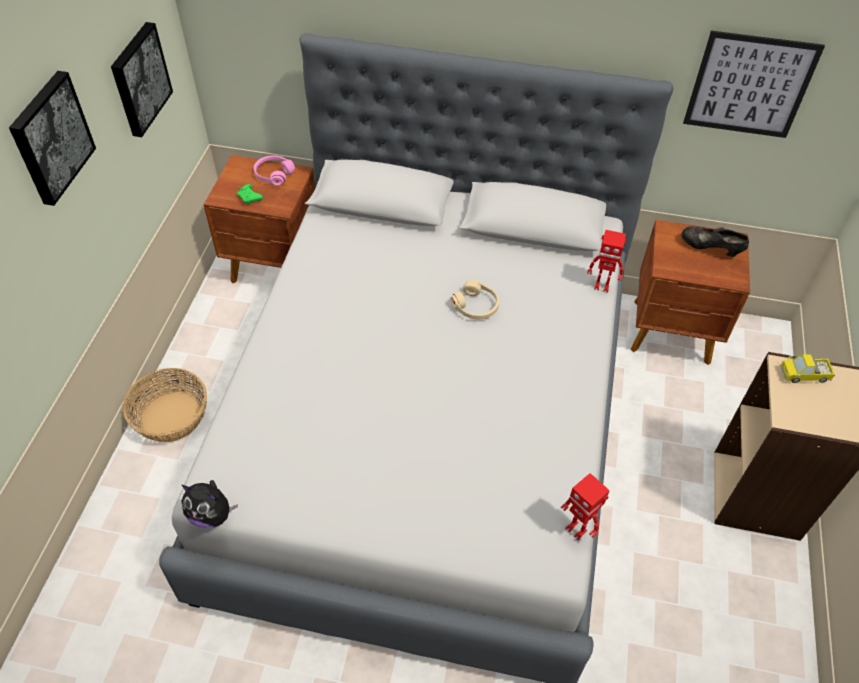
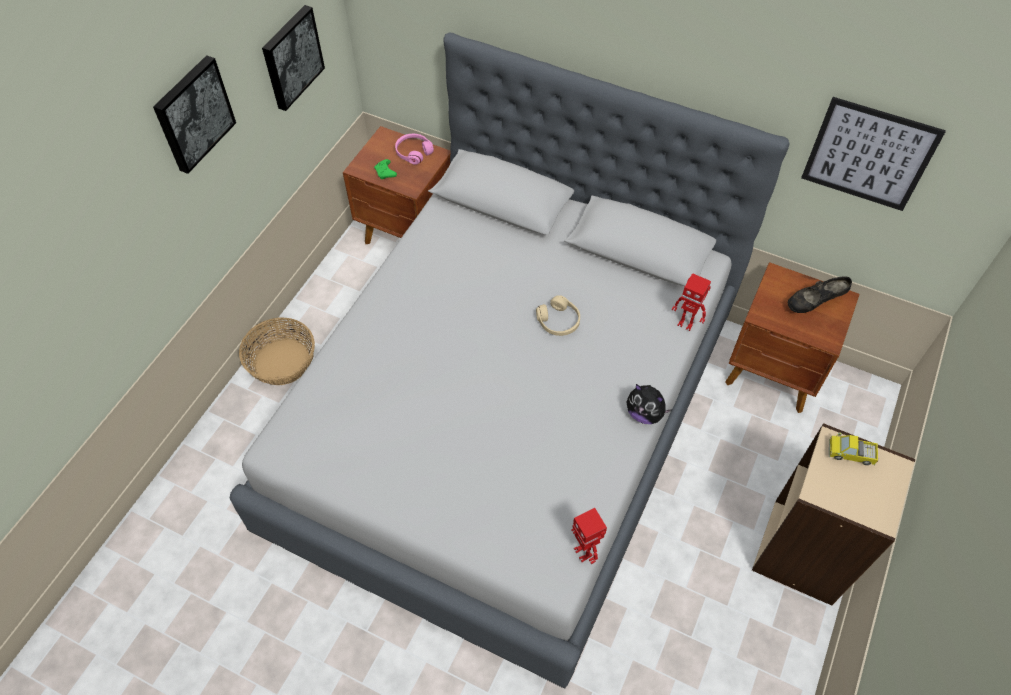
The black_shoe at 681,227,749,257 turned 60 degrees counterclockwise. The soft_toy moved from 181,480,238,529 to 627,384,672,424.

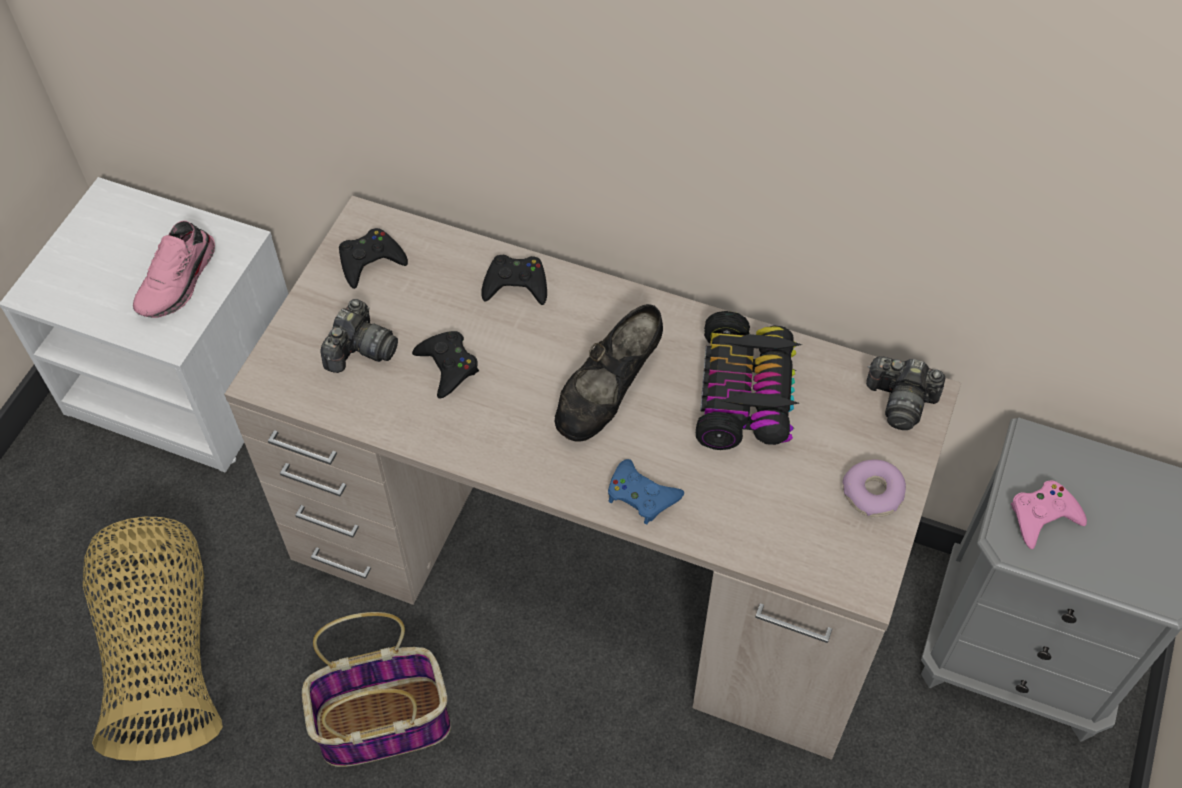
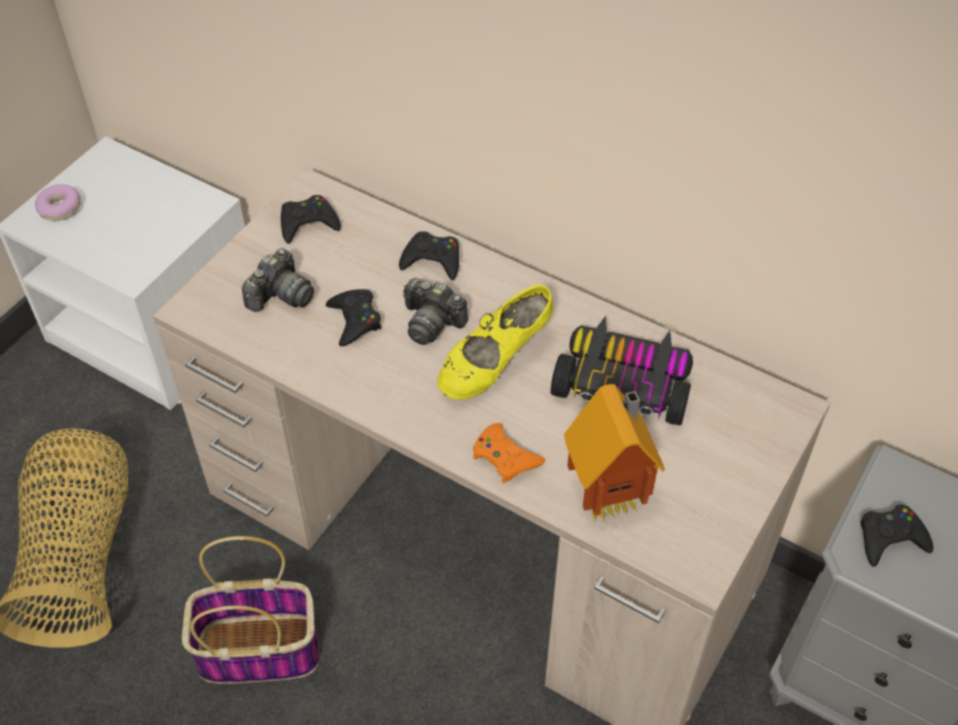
The pink_shoe at 133,221,215,318 disappeared. The black_shoe at 554,304,663,442 became the yellowish_shoe at 437,285,553,400. The model_car at 696,311,802,450 turned 90 degrees counterclockwise. The photo_camera moved from 866,356,945,430 to 403,278,468,345. The bluish_game_controller at 608,459,684,524 became the orangey_game_controller at 473,423,545,483. The doughnut moved from 843,460,906,517 to 35,184,81,221. The pink_game_controller at 1011,481,1087,549 became the black_game_controller at 861,505,934,567. The model_house at 564,384,665,521 appeared.

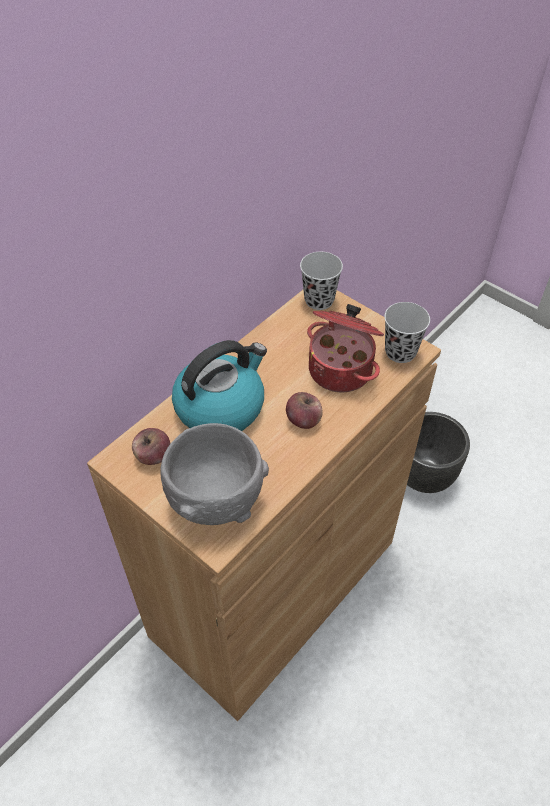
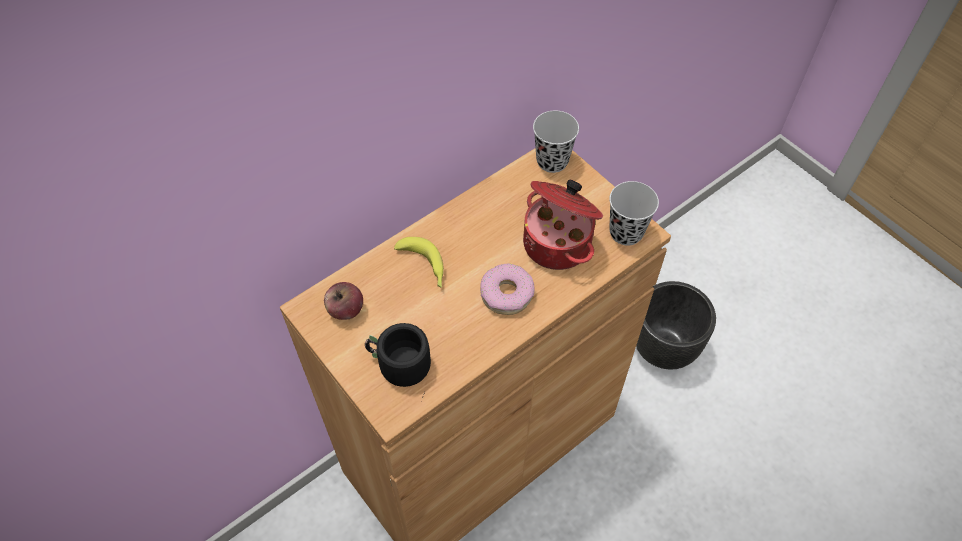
The water_kettle at 172,340,267,431 was replaced by the banana at 394,237,444,288. The whole_apple at 286,392,323,429 was replaced by the doughnut at 480,264,535,315. The gray_deep_dish at 160,423,269,525 was replaced by the black_coffee_mug at 365,323,431,401.

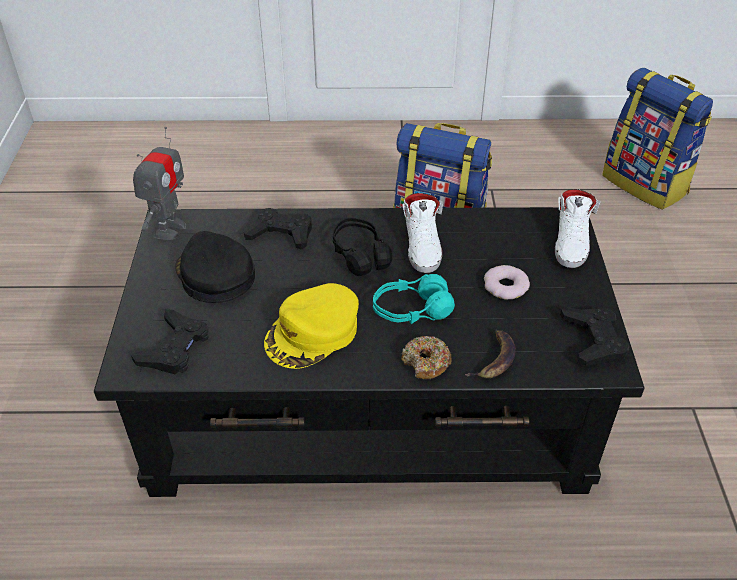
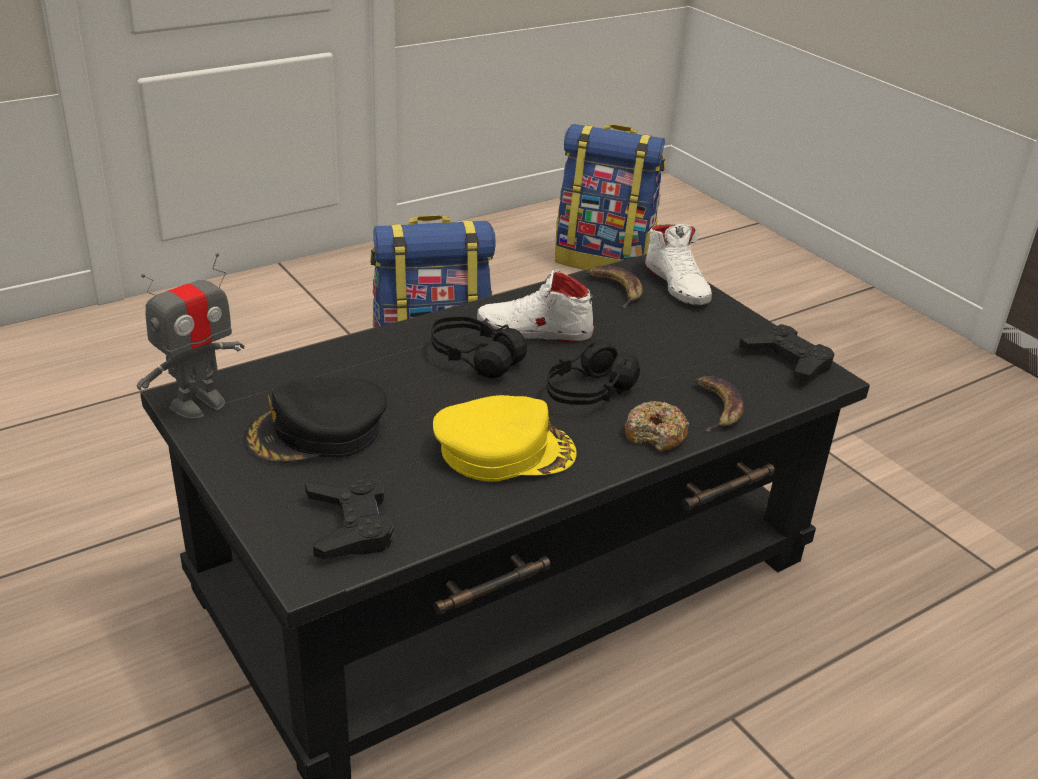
The toy_robot at 133,127,186,240 turned 60 degrees clockwise. The whitish_shoe at 403,193,443,273 turned 135 degrees clockwise. The black_game_controller at 244,208,312,250 disappeared. The black_peaked_cap at 175,231,255,303 turned 45 degrees counterclockwise. The doughnut at 484,265,530,300 disappeared. The blue-green_headset at 373,274,455,324 became the black_headset at 547,341,640,405. The yellowish_peaked_cap at 264,283,359,369 turned 105 degrees counterclockwise. The banana at 586,265,643,308 appeared.

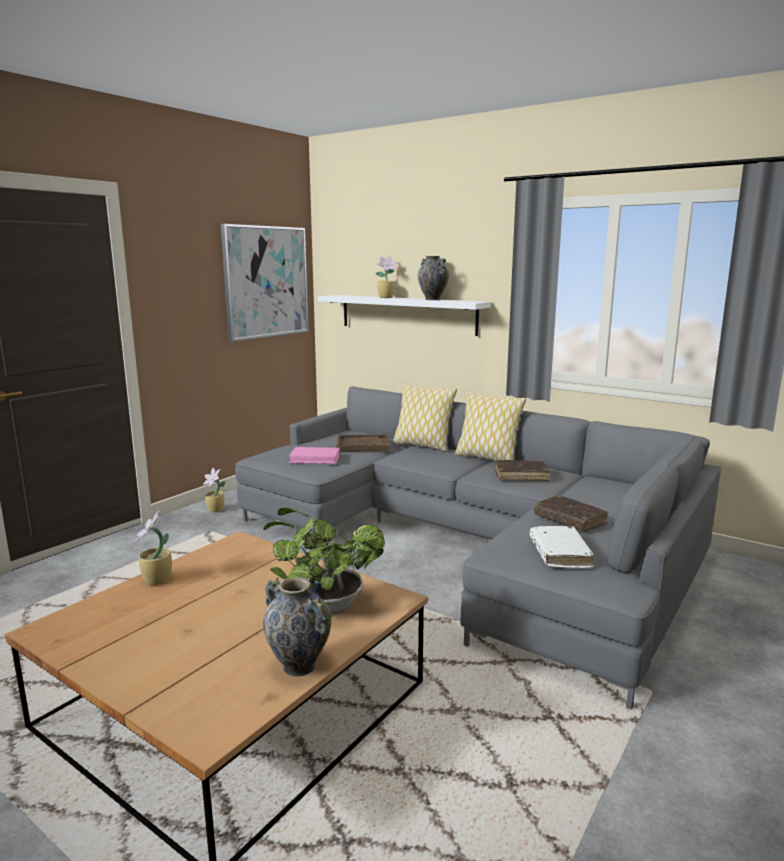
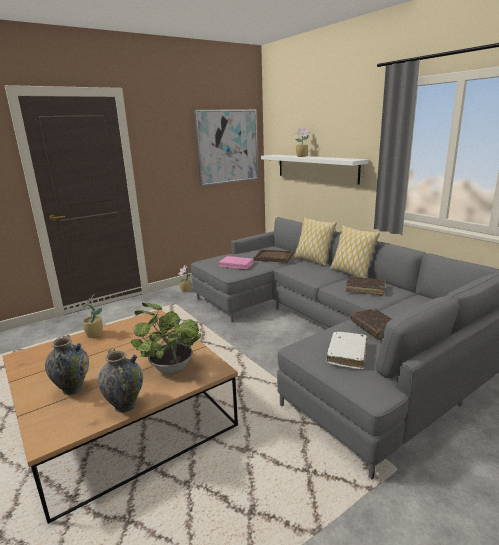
The flower_vase moved from 418,256,449,300 to 45,335,89,395.

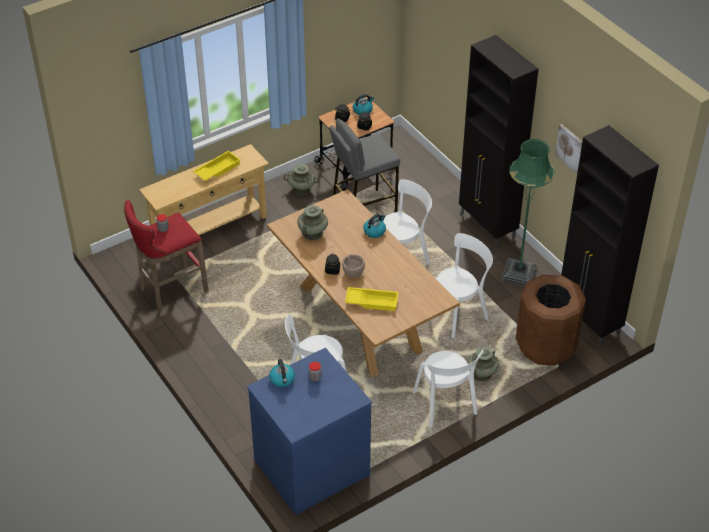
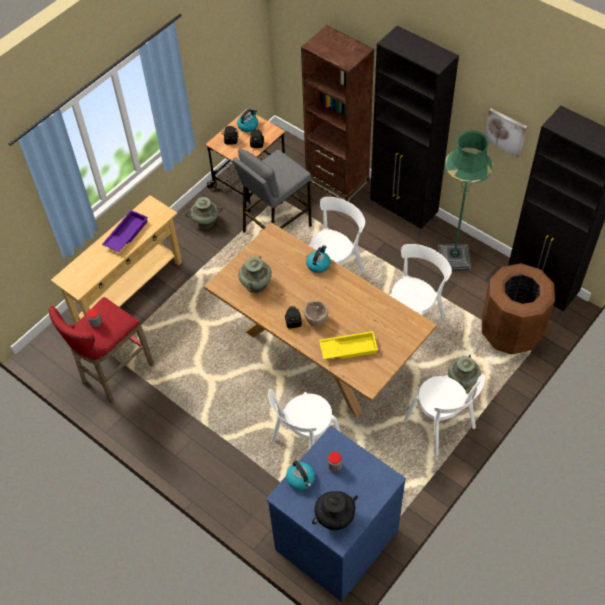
The yellowish_tray at 193,151,241,181 became the purplish_tray at 102,210,148,252. The brown_bookshelf at 301,25,374,202 appeared. The black_flower_vase at 312,491,358,530 appeared.

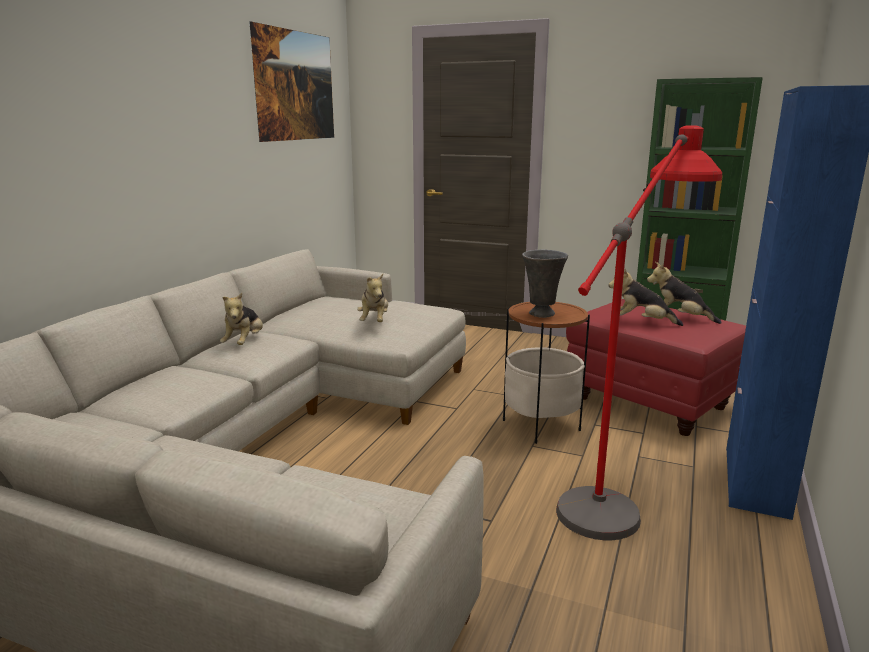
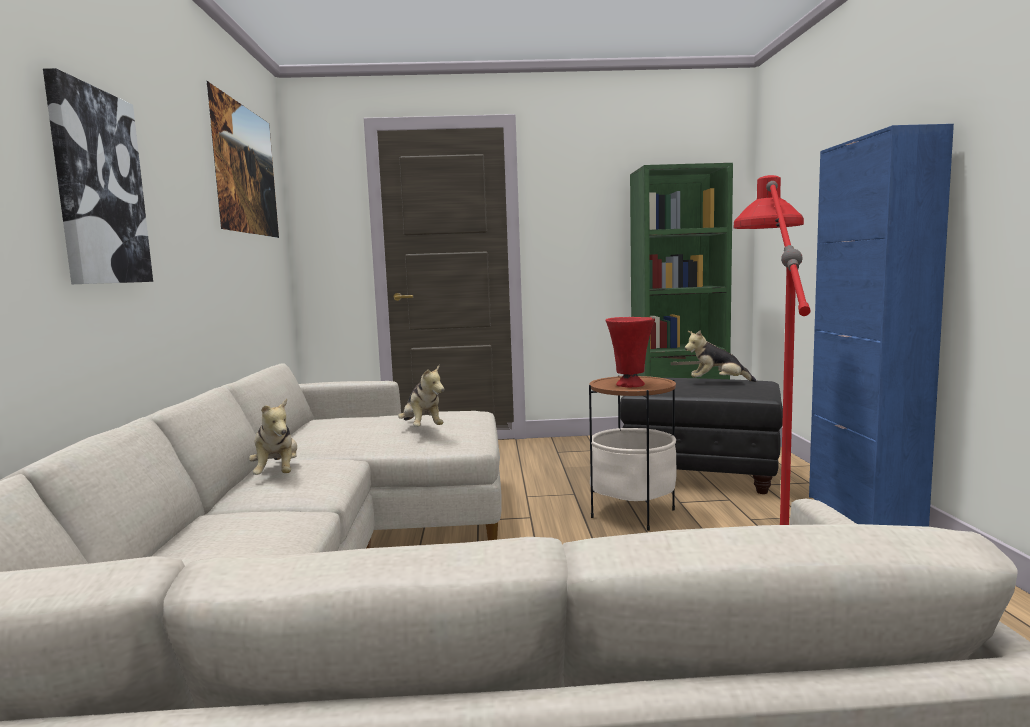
The gray_flower_vase at 522,250,568,318 became the reddish_flower_vase at 606,317,655,387. The soft_toy at 608,267,683,326 disappeared. The reddish_pouffe at 566,299,746,436 became the black_pouffe at 620,378,783,494. The picture at 43,68,153,284 appeared.

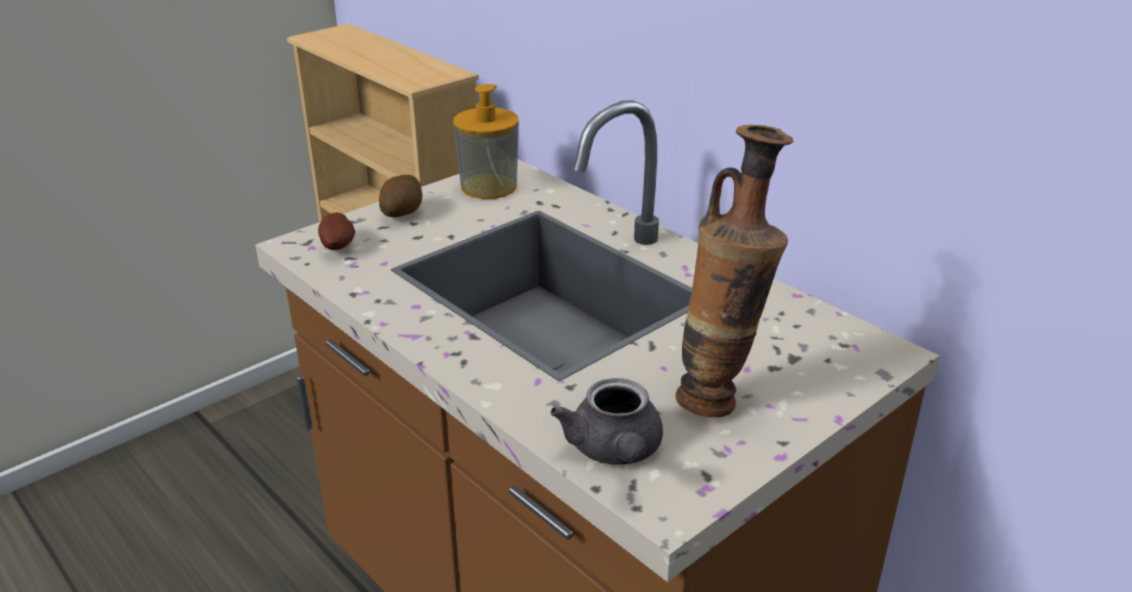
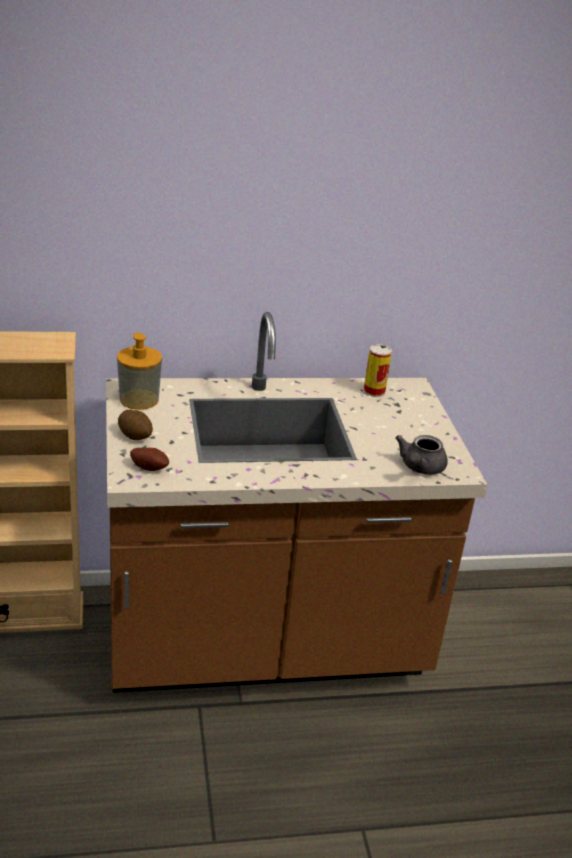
The flower_vase at 675,125,793,417 disappeared. The gray_teapot at 550,378,663,465 turned 90 degrees clockwise. The sealed_can at 364,344,392,397 appeared.

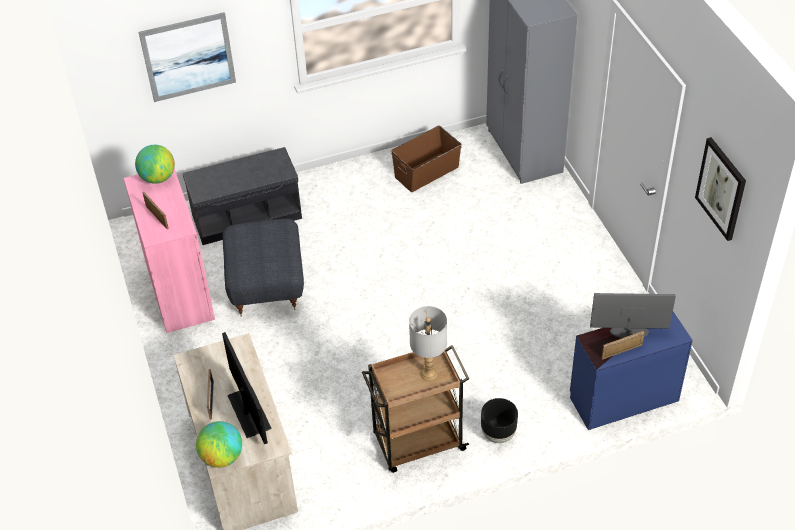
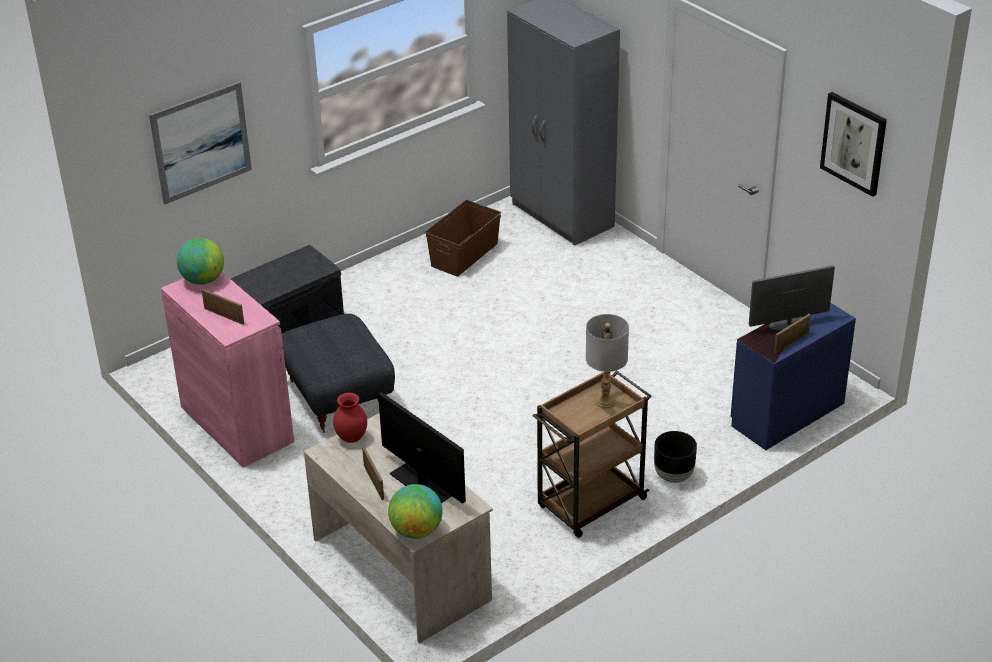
The reddish_flower_vase at 333,393,367,443 appeared.

